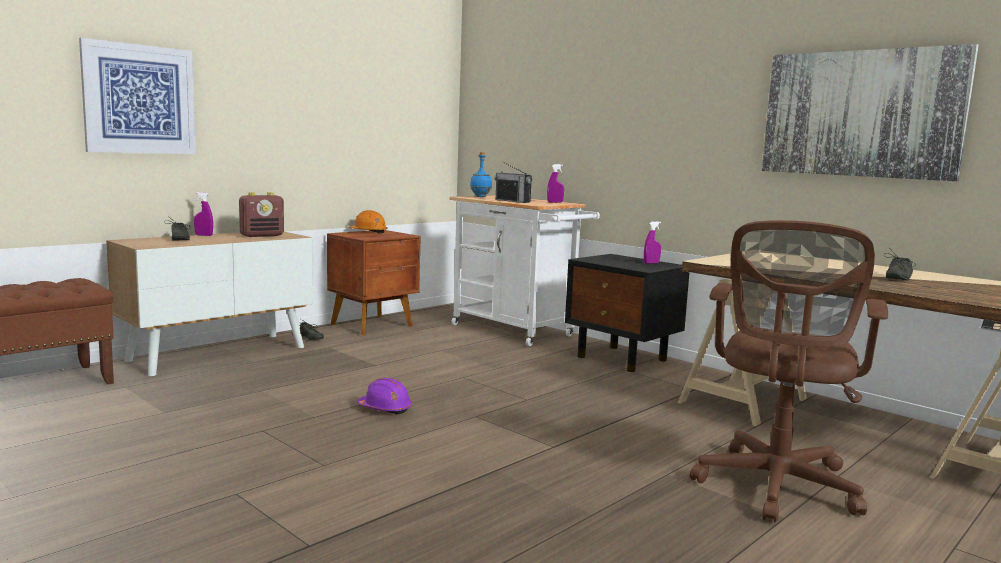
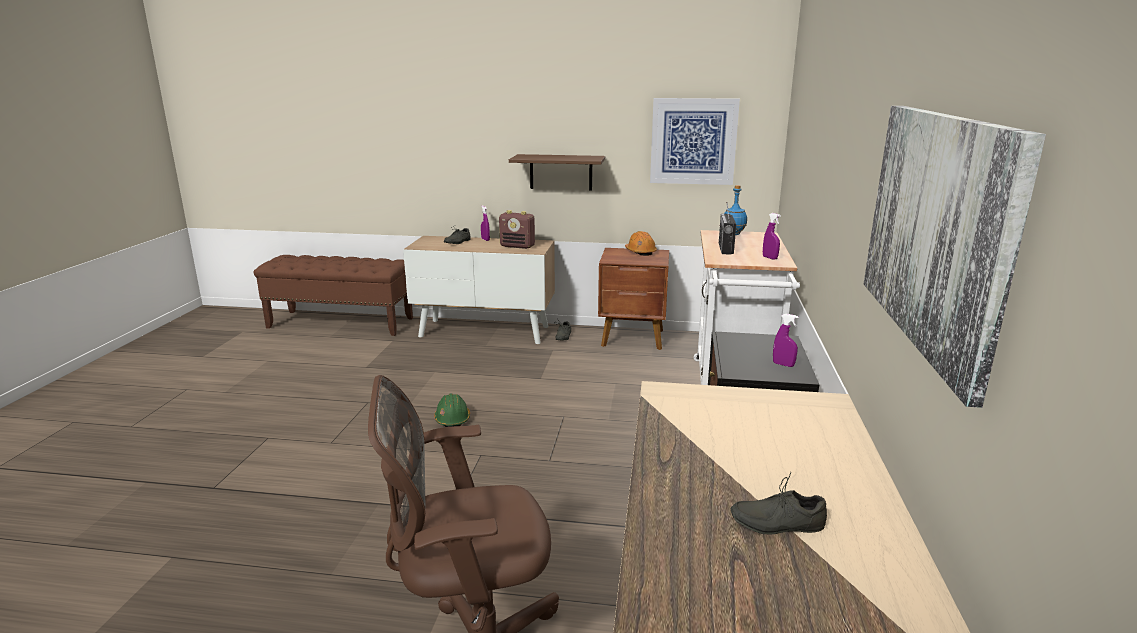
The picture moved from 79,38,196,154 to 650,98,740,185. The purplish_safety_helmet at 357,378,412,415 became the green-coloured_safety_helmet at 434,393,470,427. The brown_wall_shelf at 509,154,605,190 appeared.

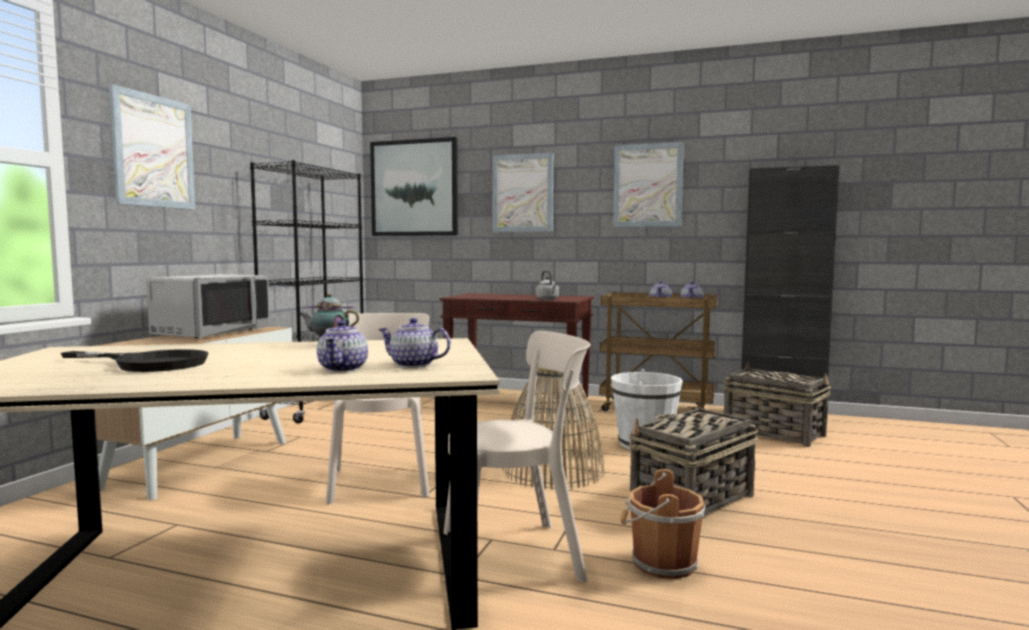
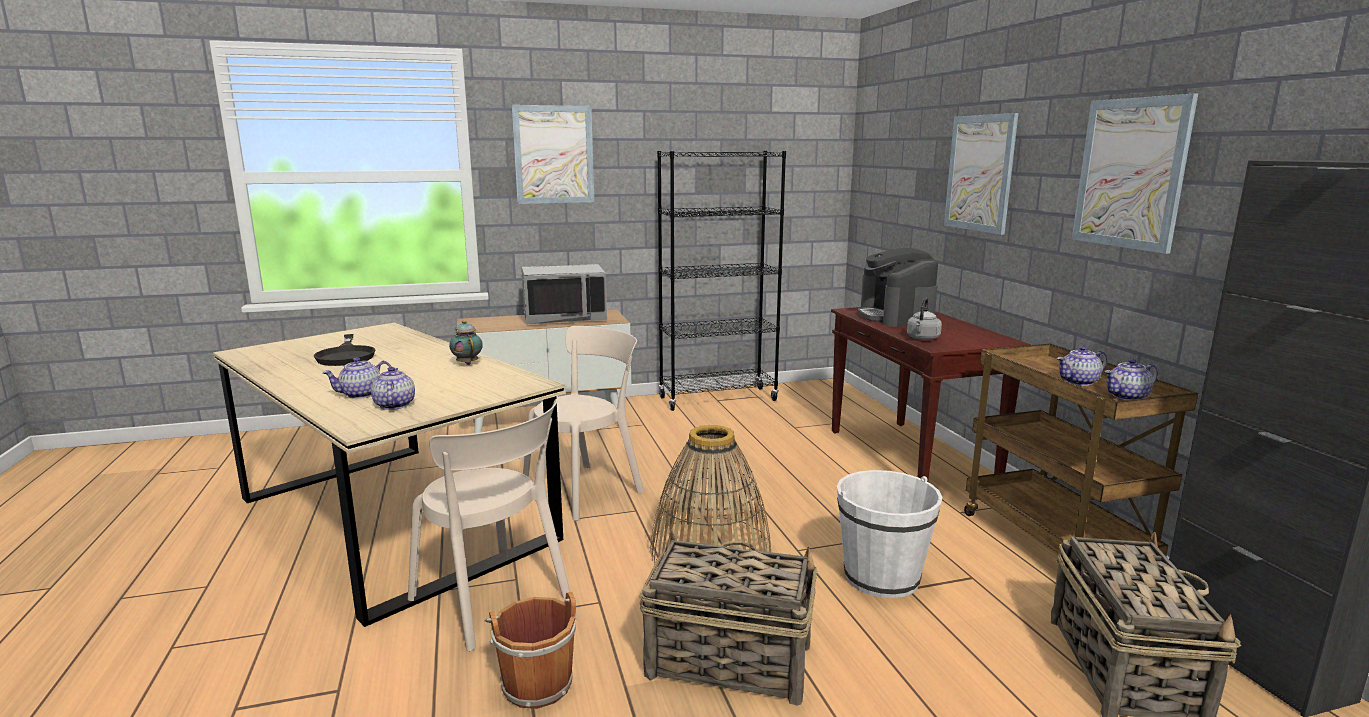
The picture at 370,137,458,236 disappeared. The coffee_machine at 857,248,938,327 appeared.

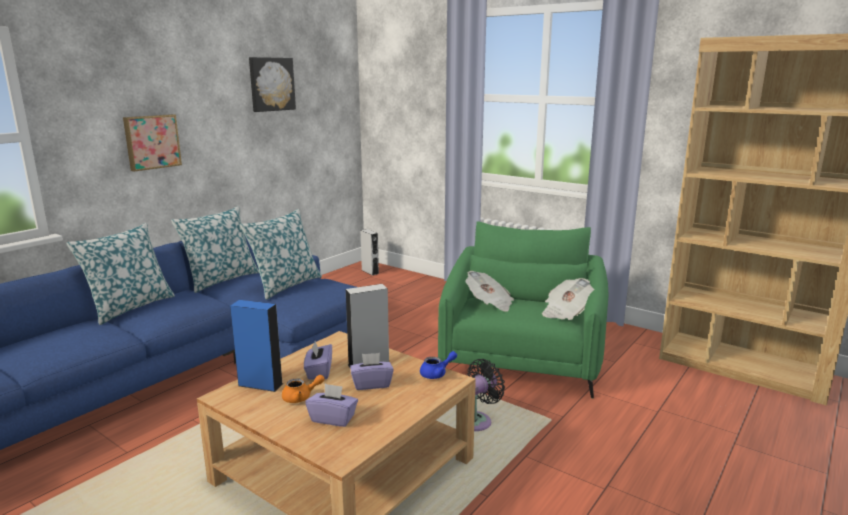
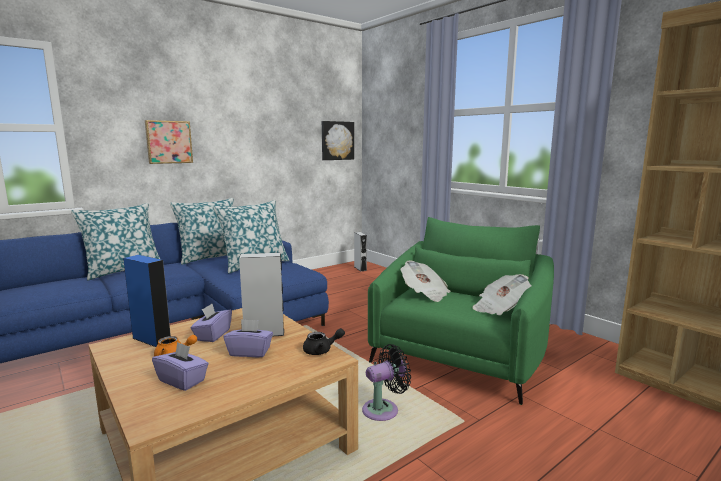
The picture moved from 249,57,296,112 to 322,121,354,160. The bluish_teapot at 420,351,457,379 became the black_teapot at 303,328,345,355.

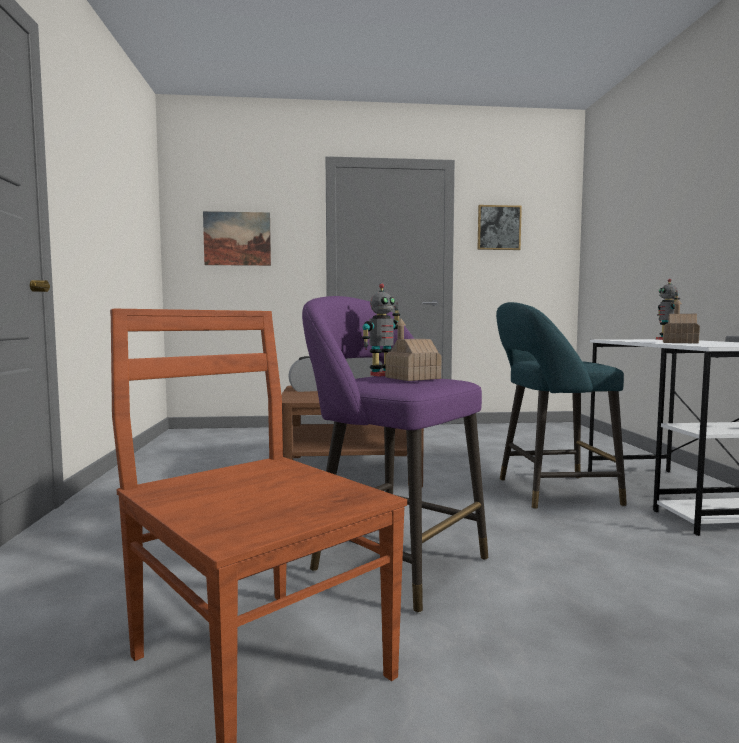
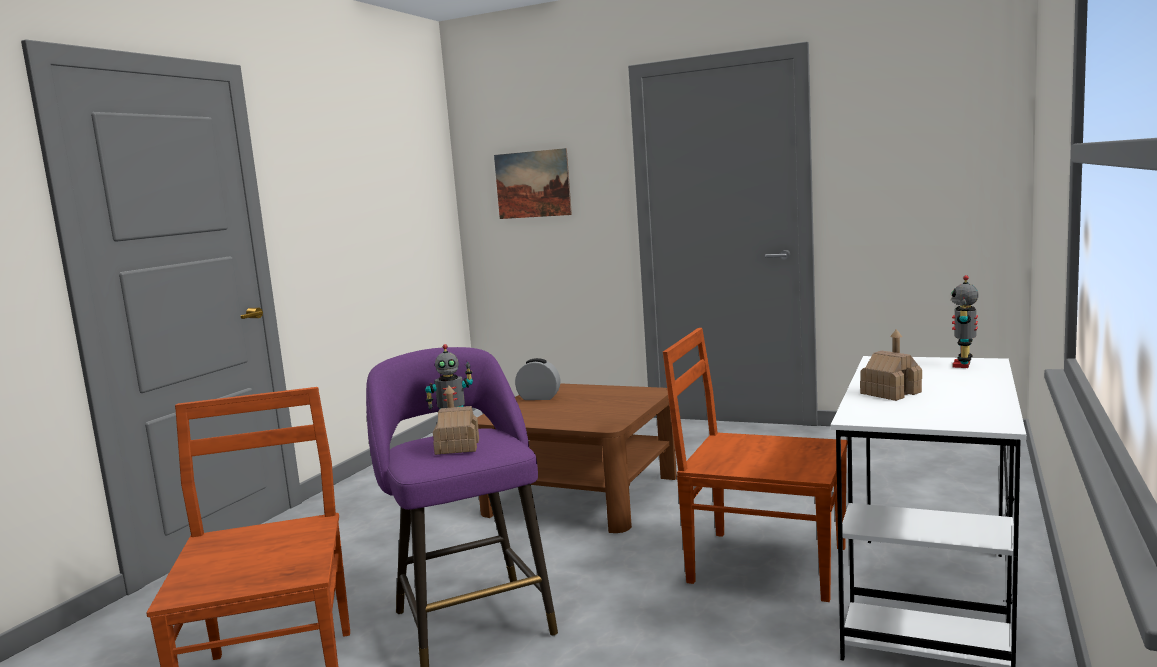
The picture at 478,205,522,250 disappeared. The blue-green_stool_seat at 496,302,627,509 was replaced by the brown_upright_chair at 663,328,848,602.

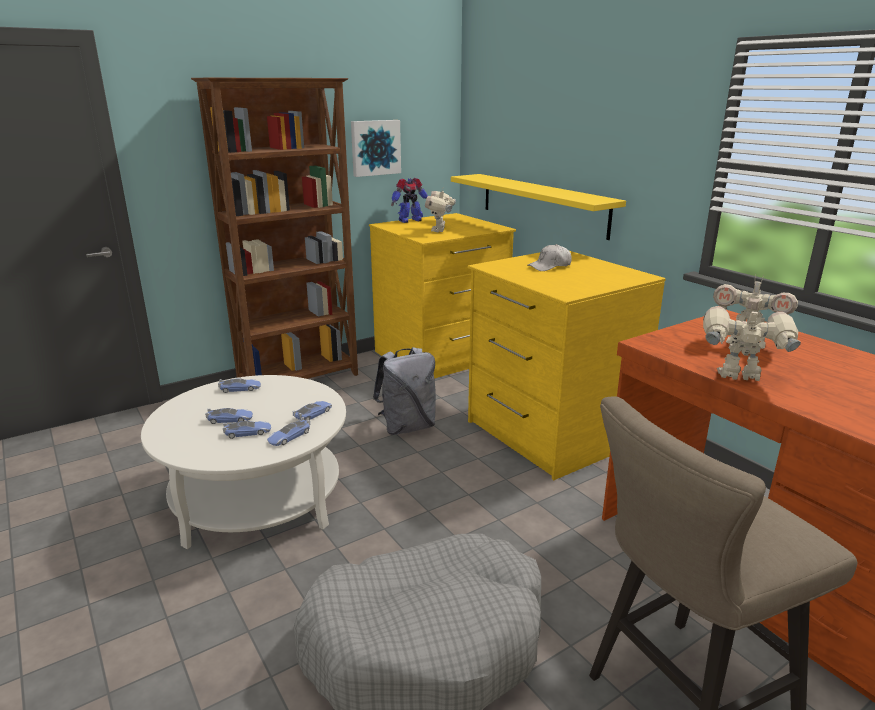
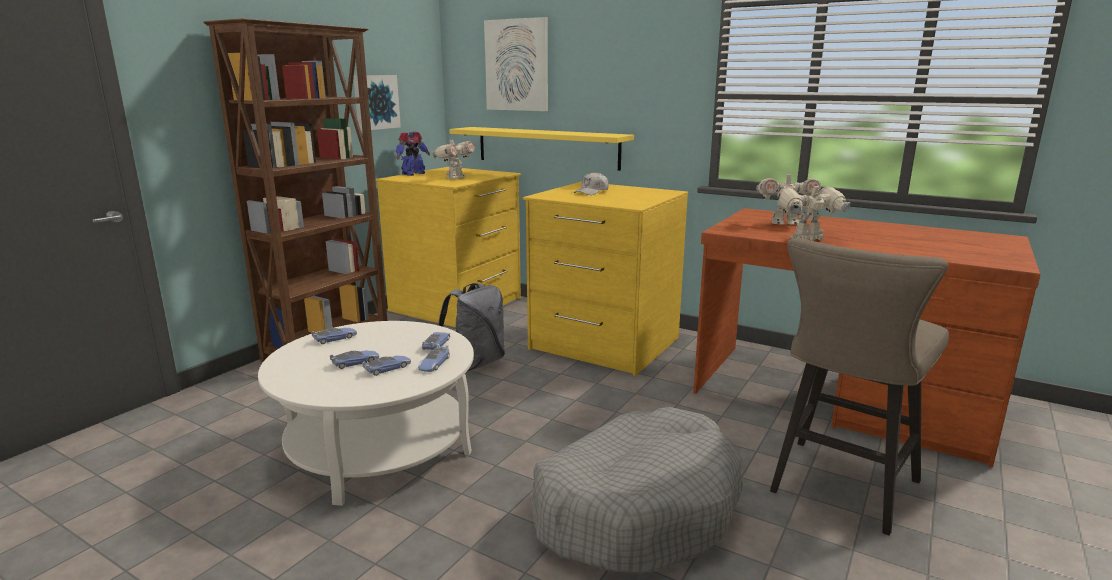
The toy_robot at 425,189,456,232 turned 135 degrees counterclockwise. The picture at 484,17,548,111 appeared.

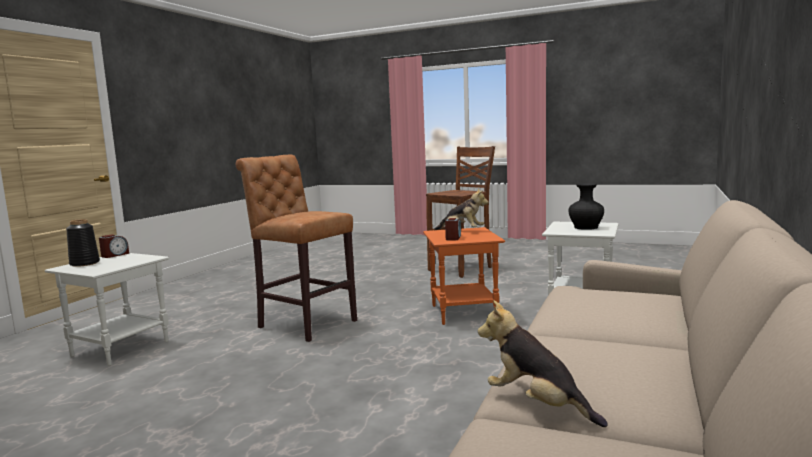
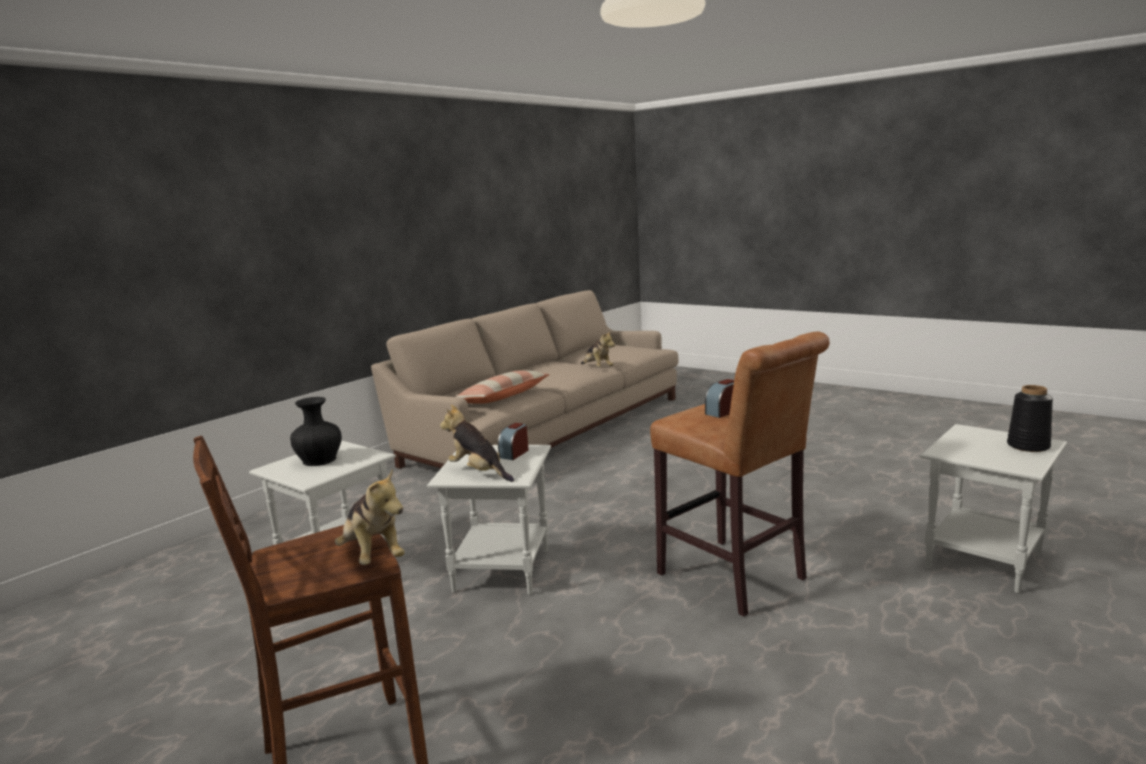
The orangey_accent_table at 423,227,505,325 became the whitish_accent_table at 427,445,551,595. The alarm_clock moved from 99,234,129,258 to 705,379,734,418. The pillow at 456,370,550,403 appeared. The soft_toy at 335,468,405,565 appeared.

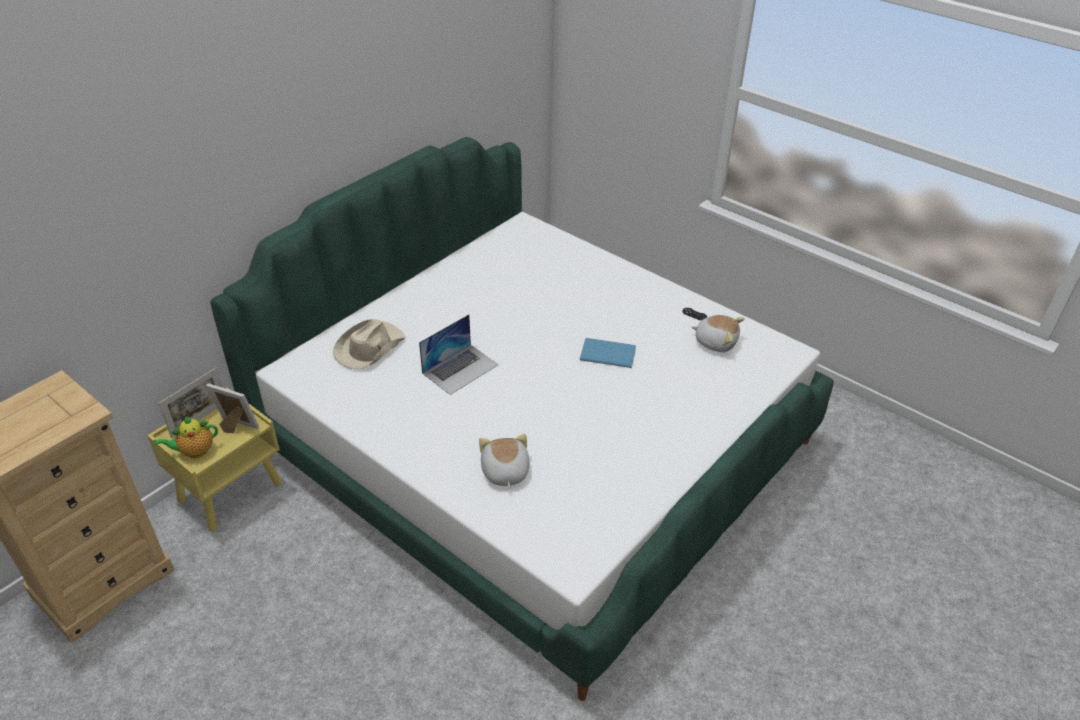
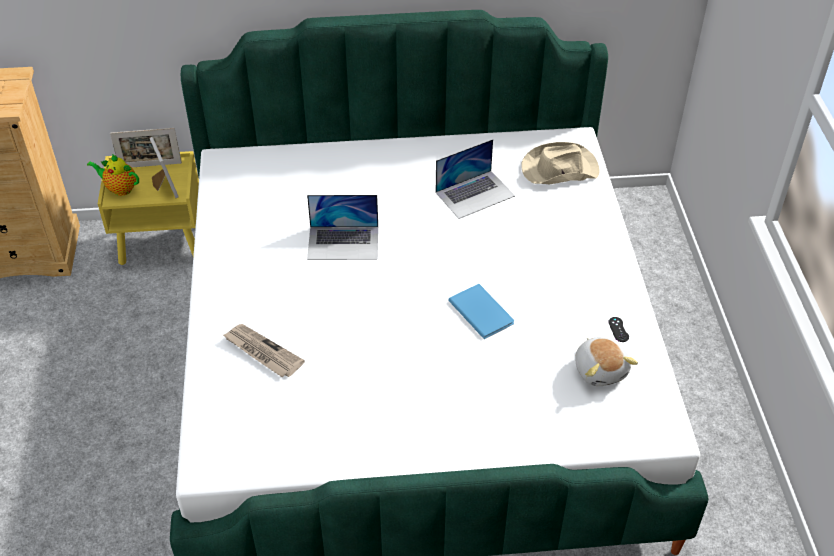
The sand-coloured_wearable_hat moved from 333,319,406,370 to 521,142,600,184. The soft_toy at 479,434,530,489 was replaced by the daily_paper at 223,324,305,377. The notebook_computer at 436,139,515,219 appeared.

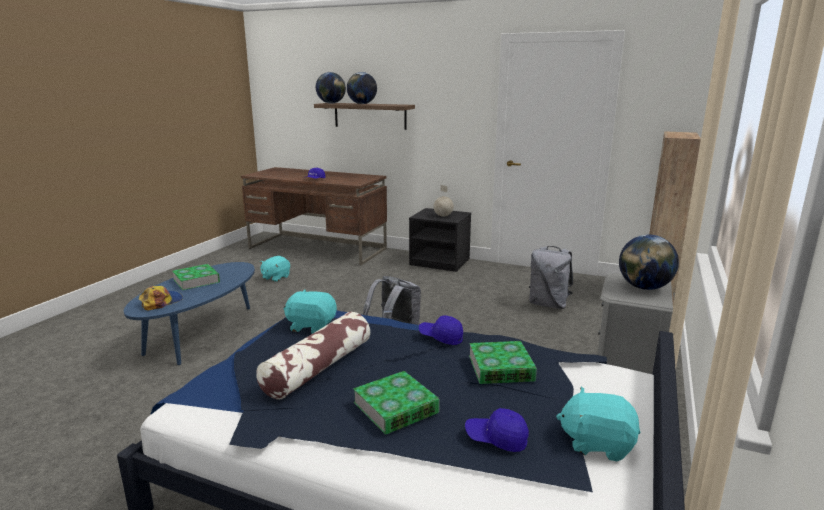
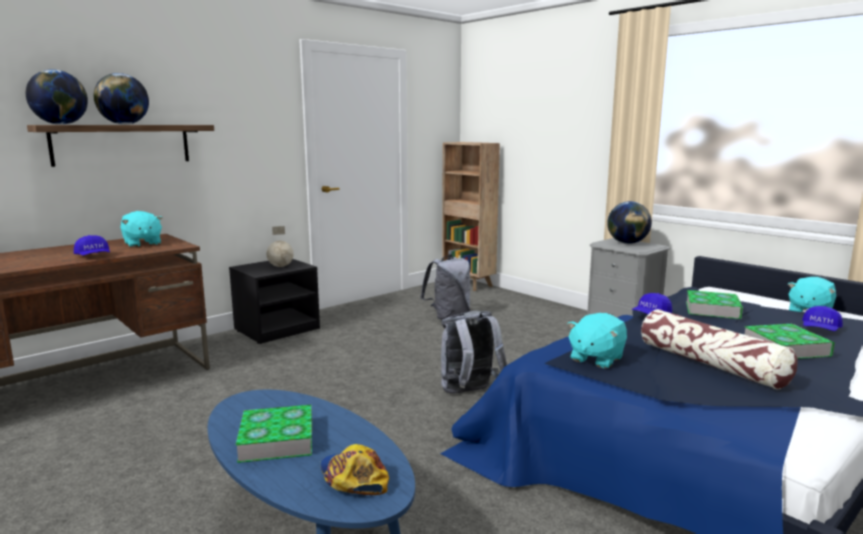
The blue-green_soft_toy moved from 260,256,290,282 to 121,211,163,247.

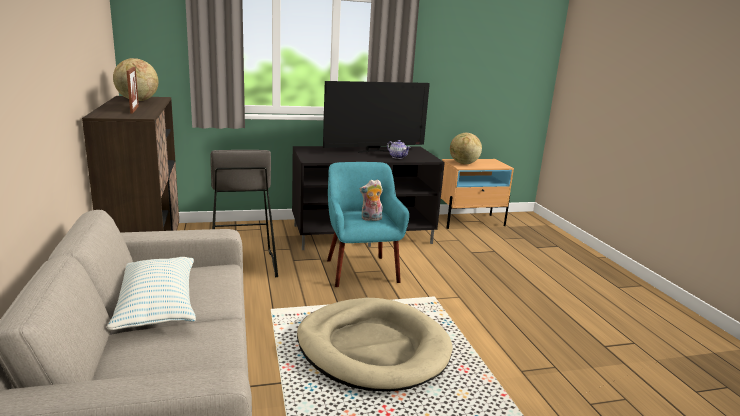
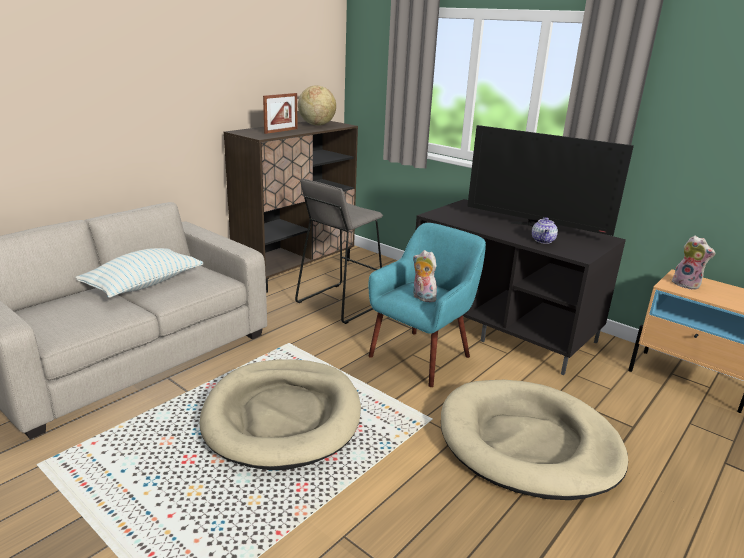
The desk_globe at 450,133,482,164 was replaced by the soft_toy at 672,236,716,290. The sand-coloured_pet_bed at 441,380,628,500 appeared.

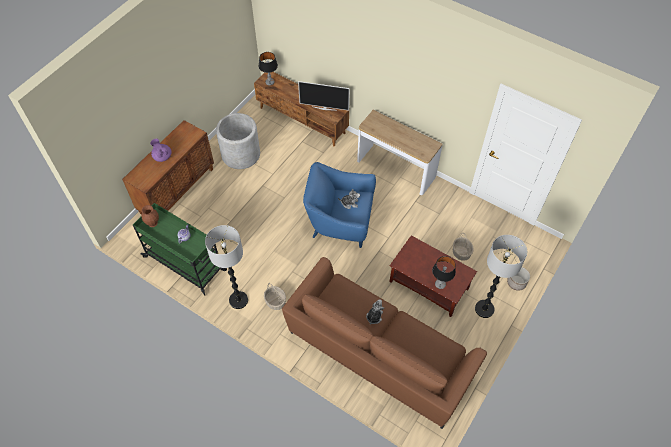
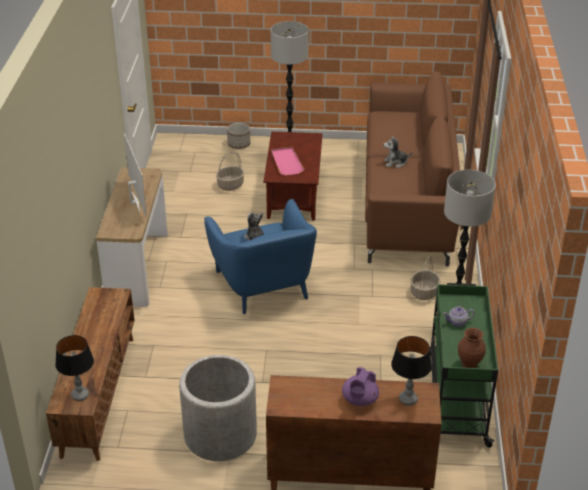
The TV_set moved from 298,81,350,111 to 124,133,147,217. The table_lamp moved from 432,256,456,289 to 391,336,432,406. The pink_tray at 271,147,305,175 appeared.

